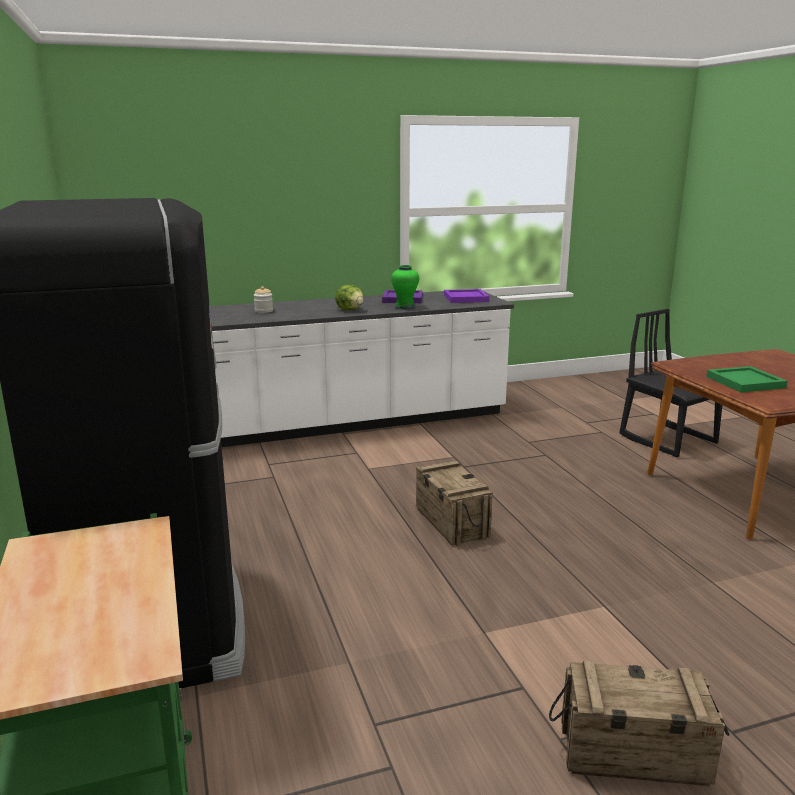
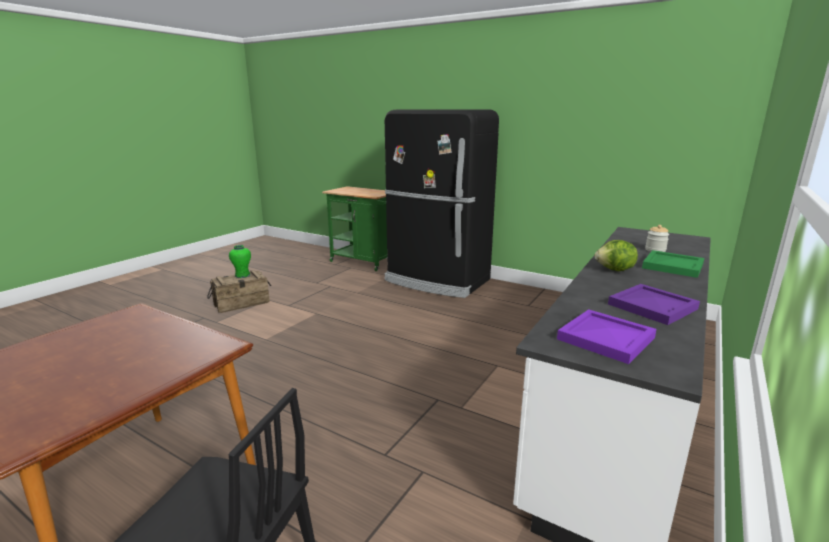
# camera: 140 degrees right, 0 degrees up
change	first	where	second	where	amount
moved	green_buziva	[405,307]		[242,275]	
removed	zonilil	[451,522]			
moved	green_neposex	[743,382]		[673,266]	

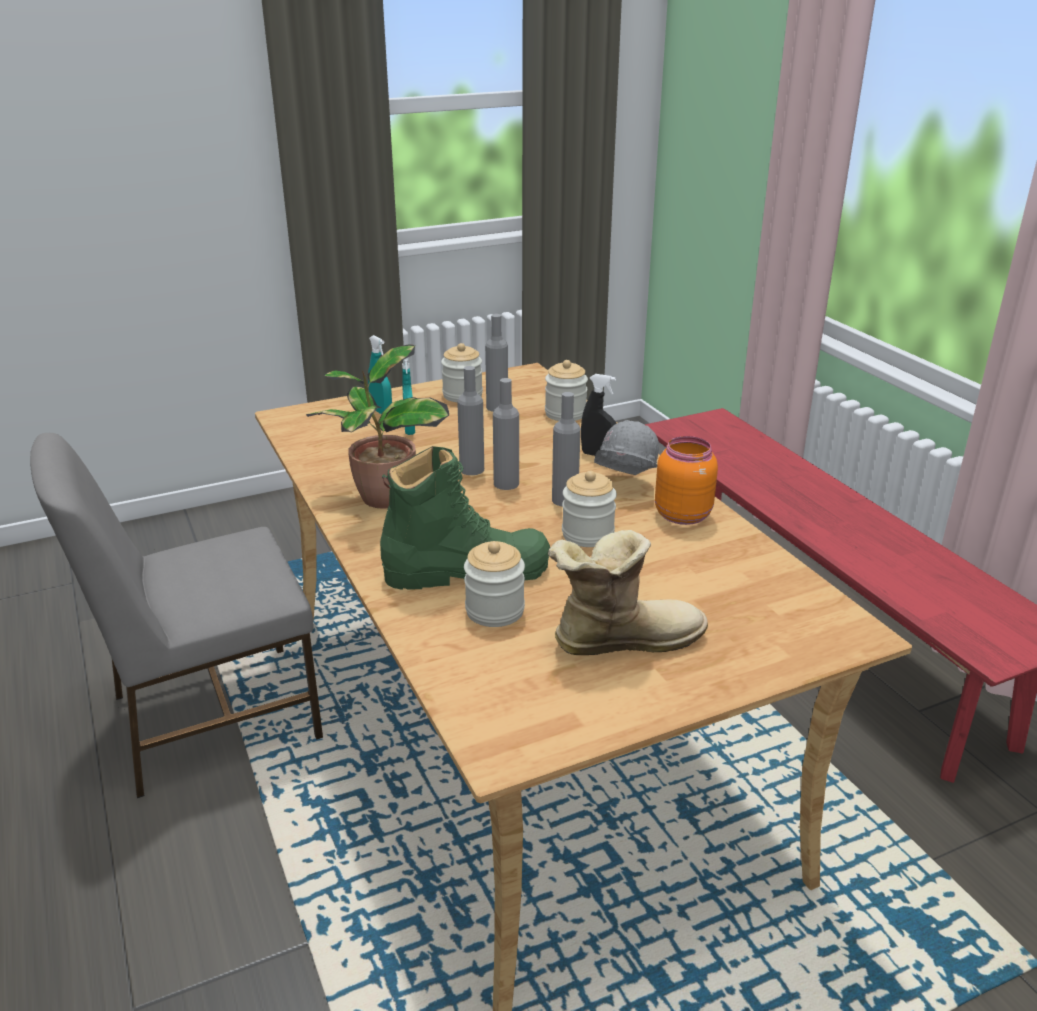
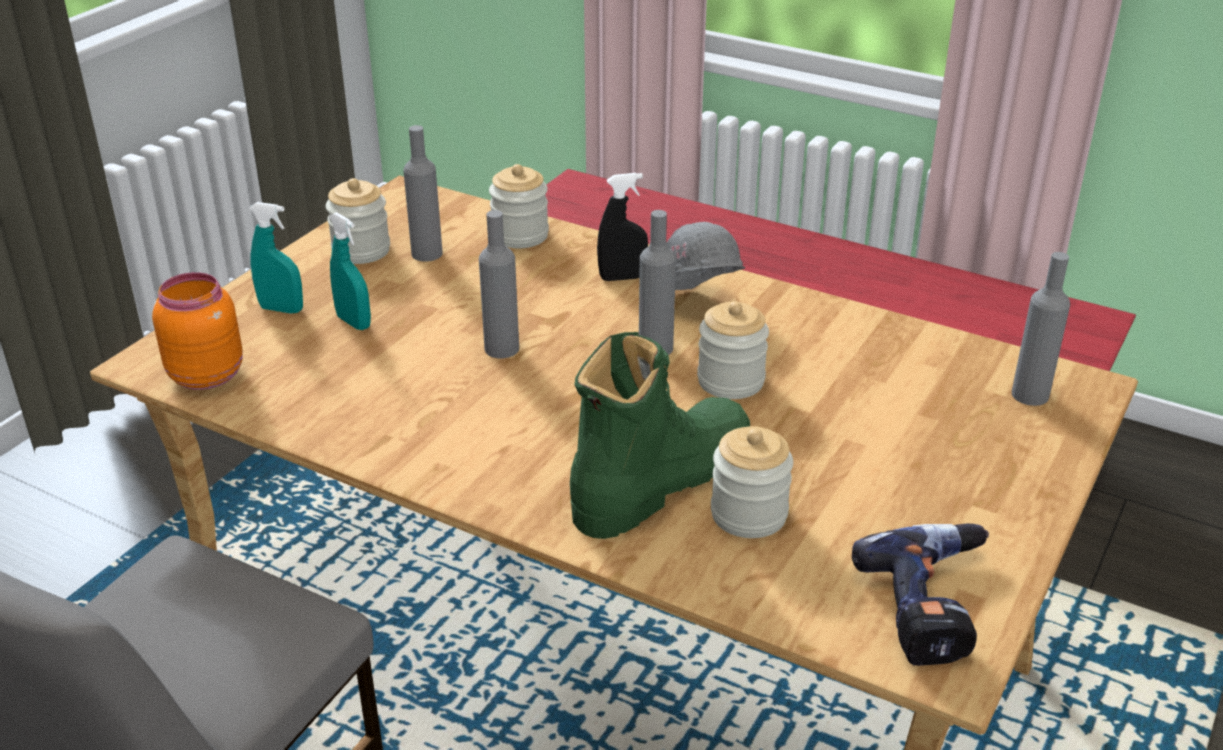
# camera: 35 degrees left, 5 degrees up
change	first	where	second	where	amount
removed	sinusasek	[382,498]			
moved	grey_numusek	[506,483]		[1030,395]	
removed	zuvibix	[622,639]			
moved	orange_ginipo	[682,514]		[206,374]	
added			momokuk	[936,606]	

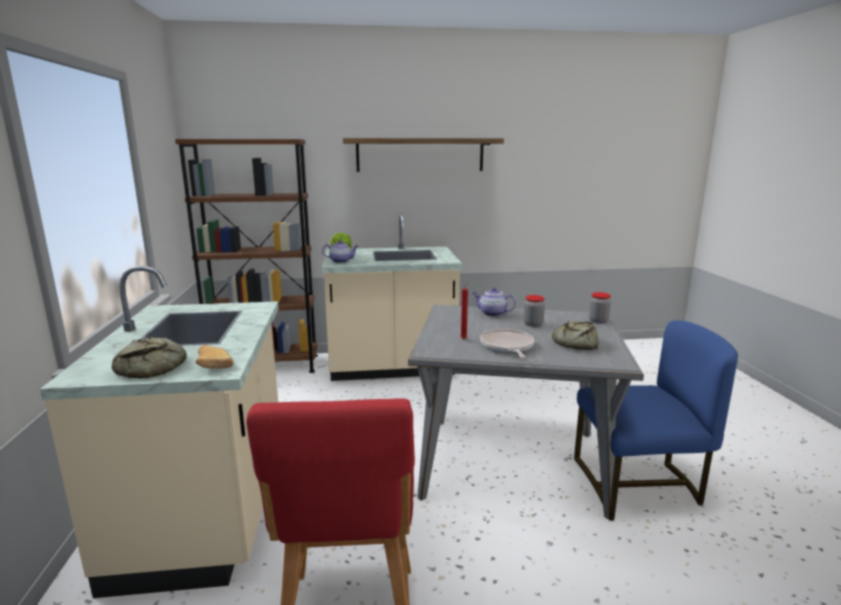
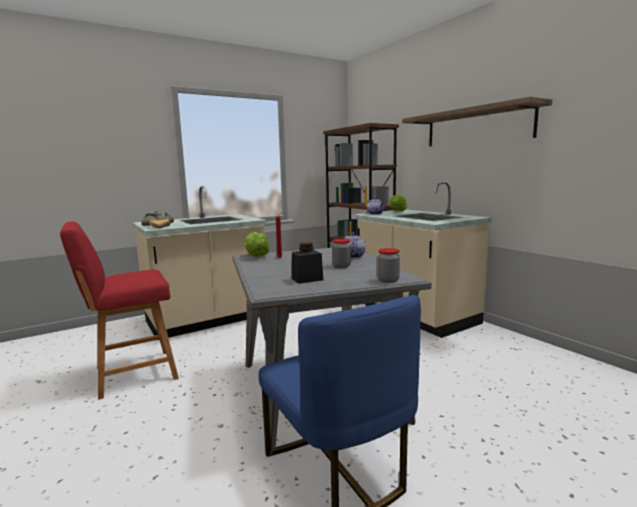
# camera: 65 degrees right, 5 degrees down
change	first	where	second	where	amount
removed	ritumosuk	[507,347]			
replaced	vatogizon	[575,343]	black_ginipo	[307,279]	
added			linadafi	[256,256]	

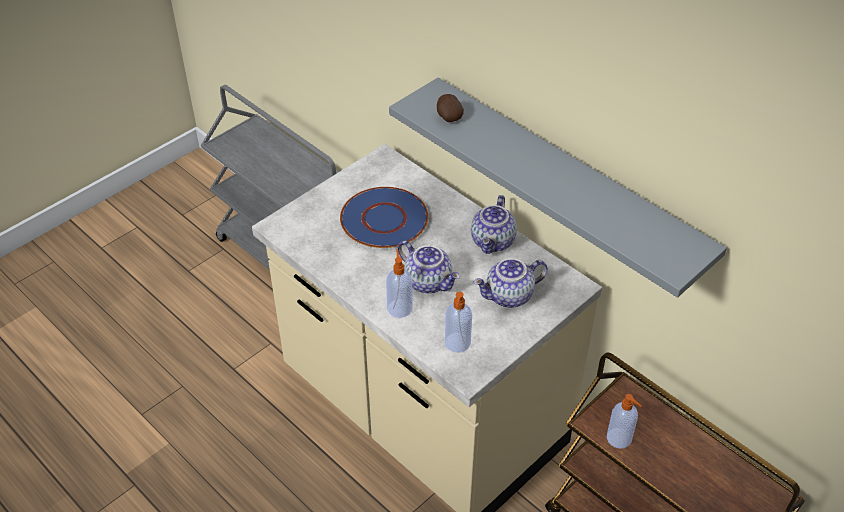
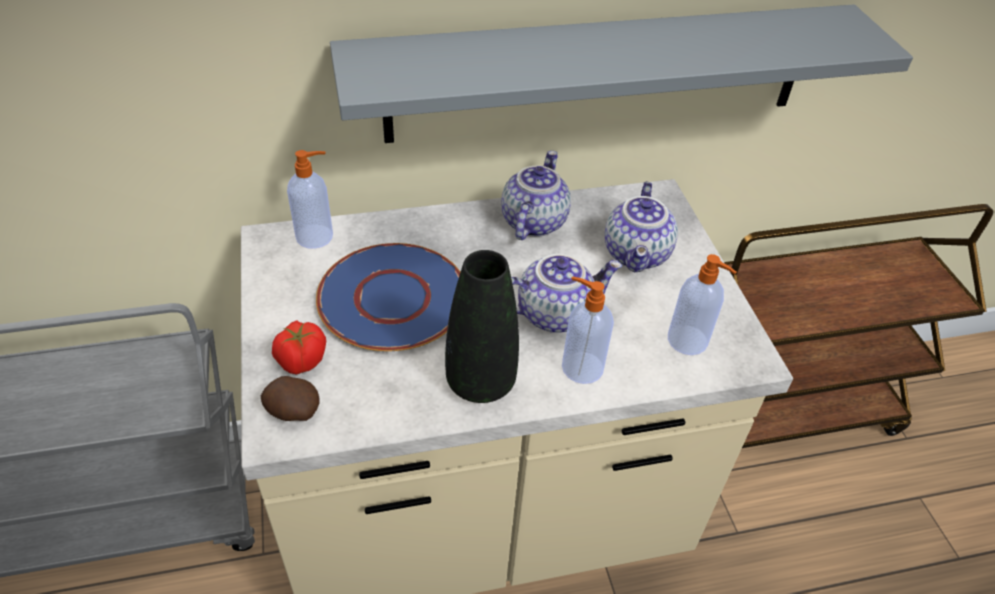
# camera: 60 degrees left, 0 degrees up
change	first	where	second	where	amount
moved	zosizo	[448,117]		[292,411]	
turned	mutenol	[493,242]		[532,221]	120 degrees counterclockwise
moved	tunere	[619,439]		[316,236]	
added			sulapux	[301,361]	
added			black_buziva	[480,382]	

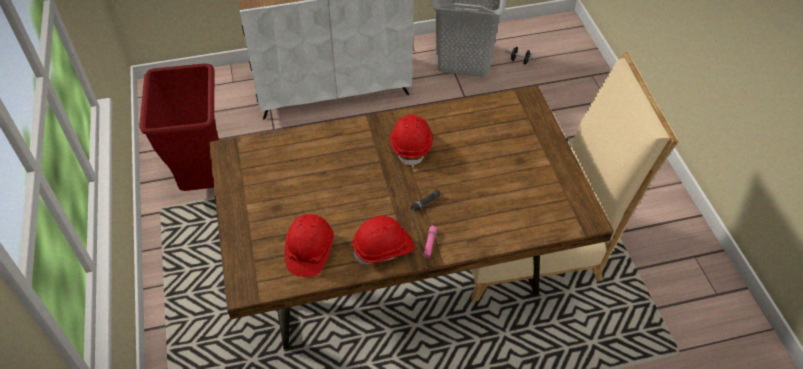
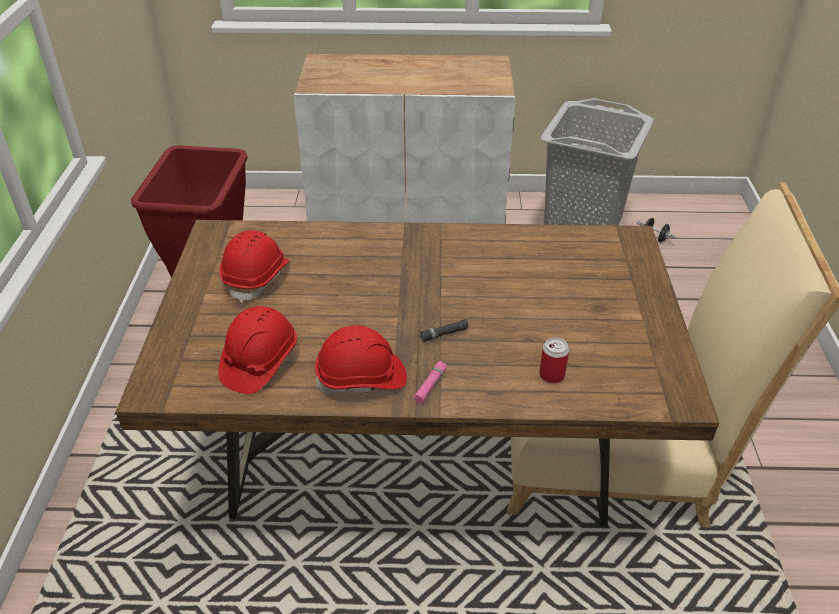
# camera: 15 degrees right, 10 degrees down
change	first	where	second	where	amount
moved	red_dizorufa	[411,145]		[257,277]	
added			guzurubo	[551,375]	

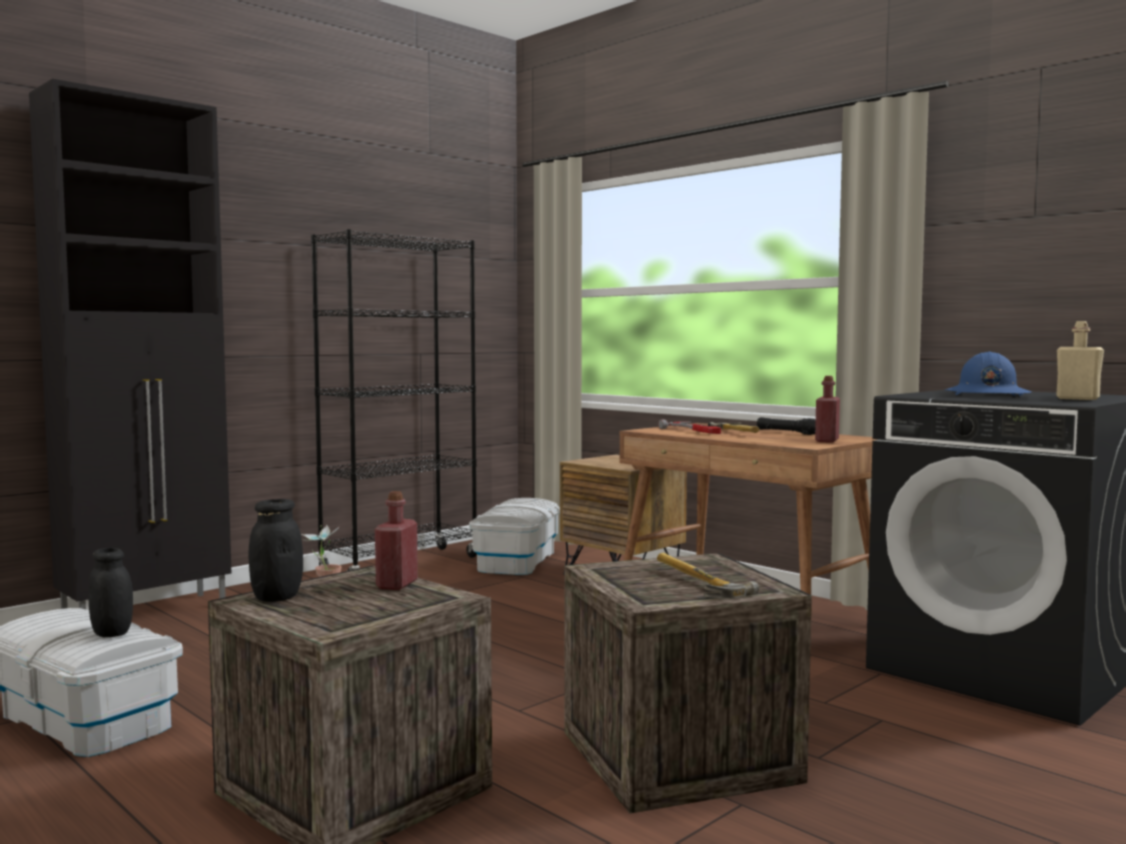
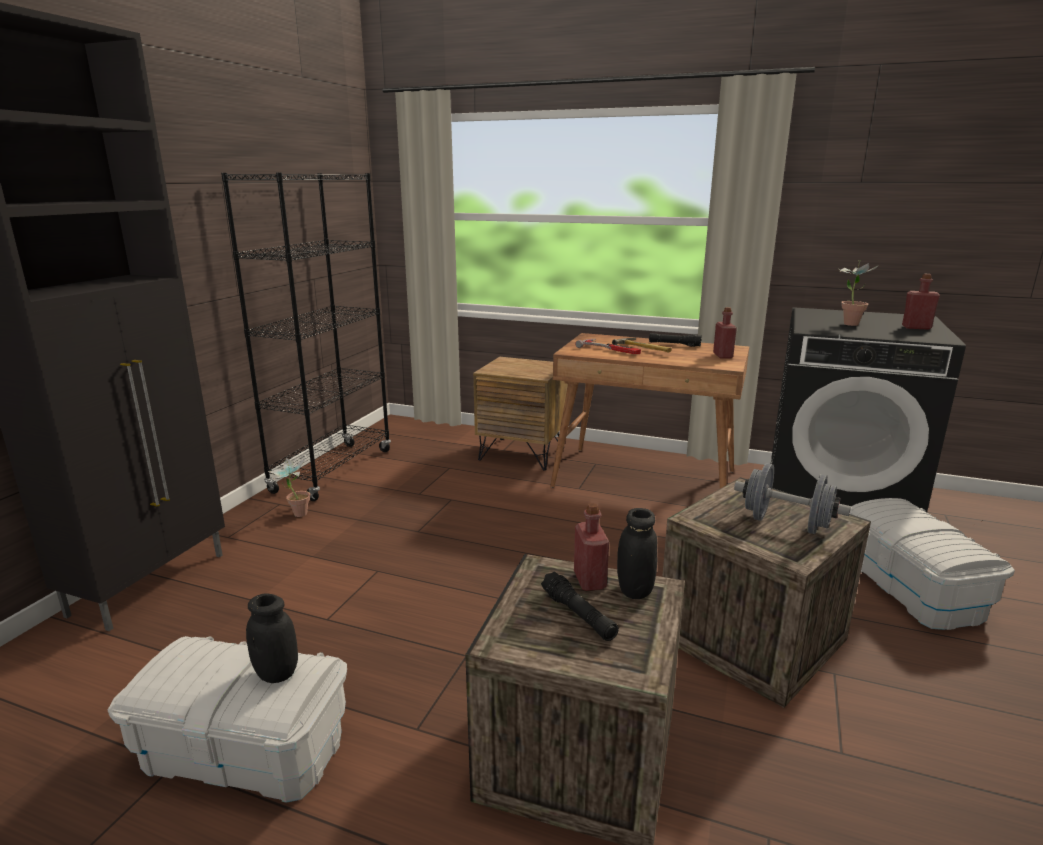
# camera: 25 degrees left, 15 degrees up
change	first	where	second	where	amount
moved	black_ginipo	[276,597]		[635,590]	
moved	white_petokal	[517,561]		[911,587]	
replaced	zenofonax	[694,583]	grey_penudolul	[786,523]	
replaced	blue_dizorufa	[986,395]	sinusasek	[849,323]	
recoloured	beige_numusek	[1077,399]	red_numusek	[916,327]	
added			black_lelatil	[578,615]	

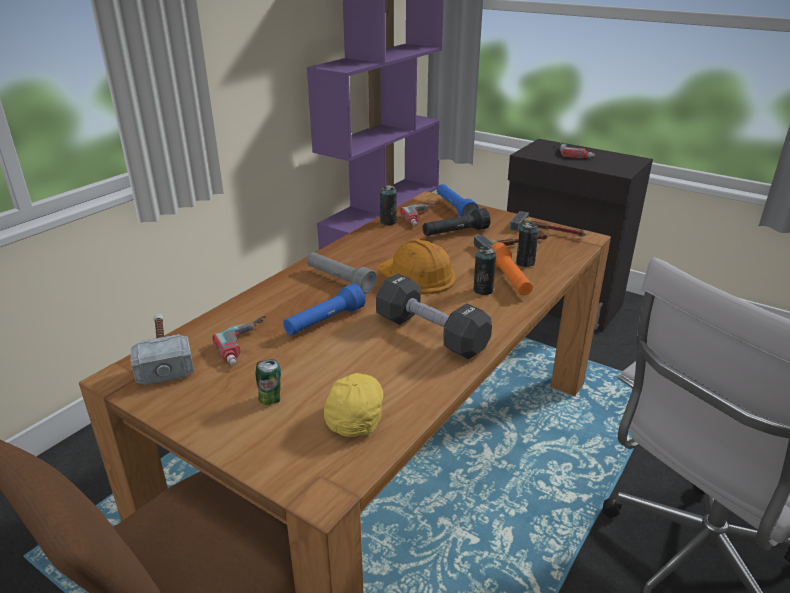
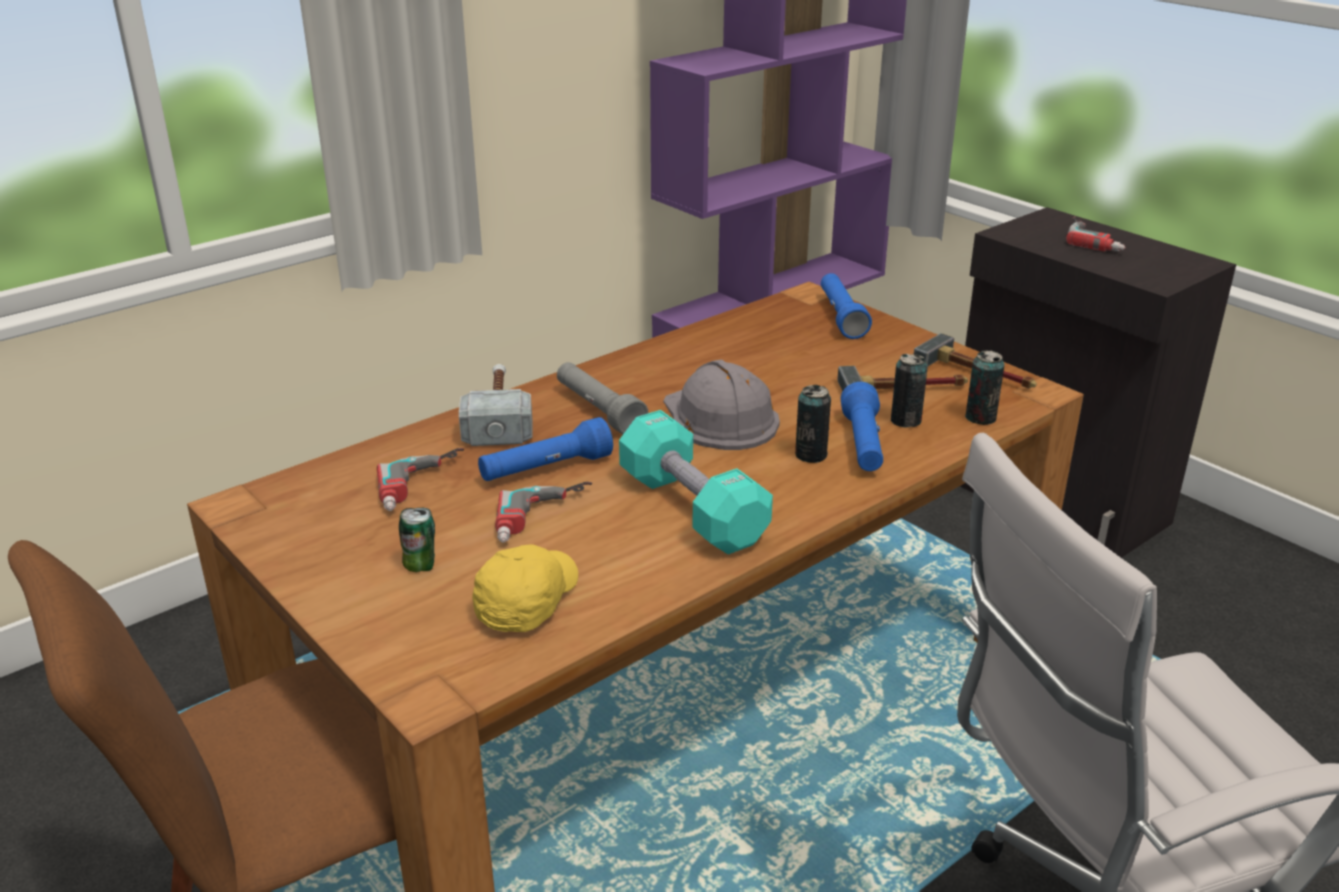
# camera: 15 degrees right, 0 degrees up
change	first	where	second	where	amount
moved	zenofonax	[163,355]		[498,416]	
recoloured	black_penudolul	[430,333]	turquoise_penudolul	[692,509]	
recoloured	orange_dizorufa	[416,275]	grey_dizorufa	[719,418]	
moved	guzurubo	[388,222]		[980,418]	
moved	momokuk	[424,217]		[545,519]	
removed	black_lelatil	[455,233]			
recoloured	orange_lelatil	[509,280]	blue_lelatil	[863,444]	

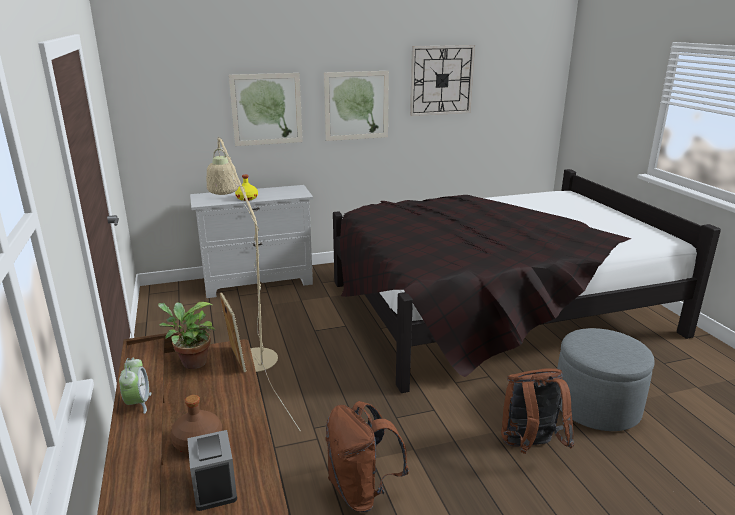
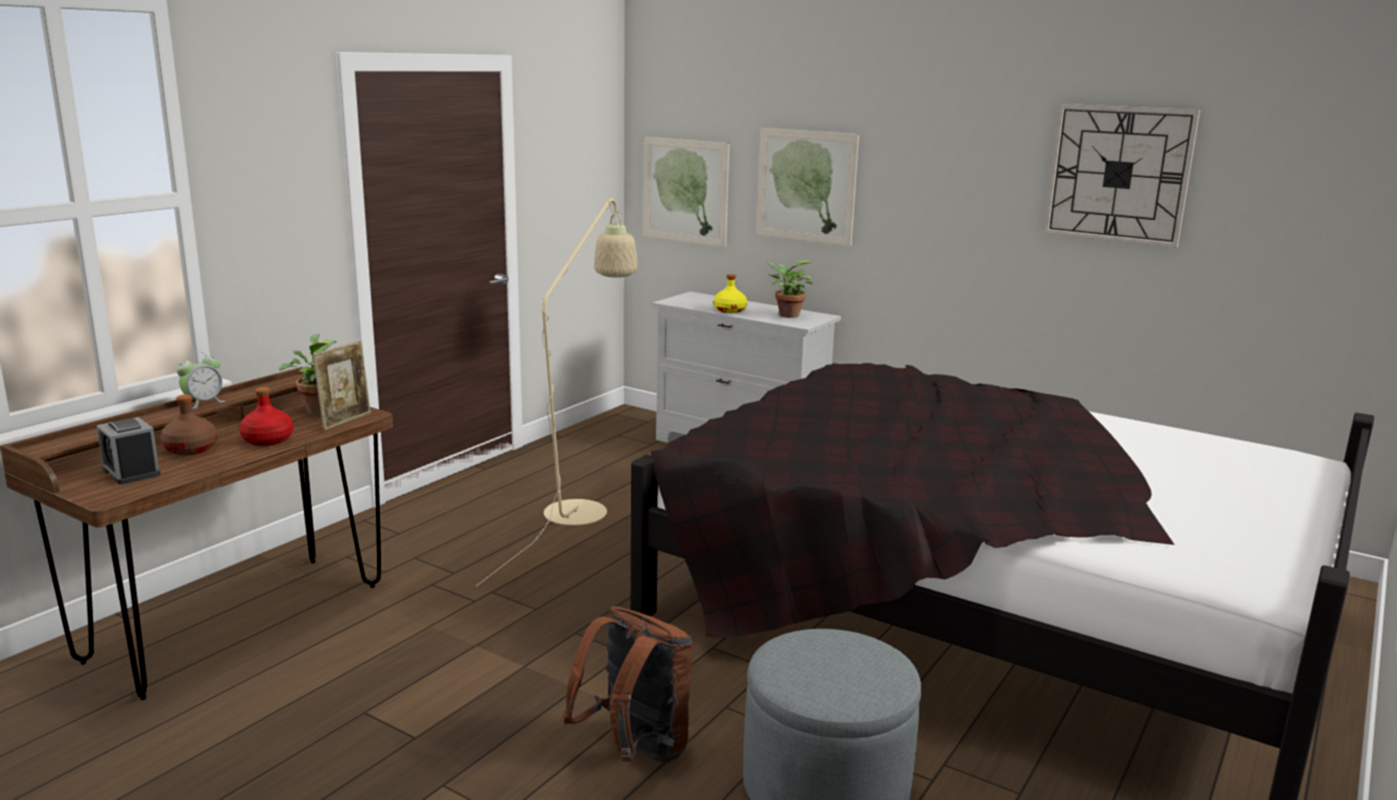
# camera: 50 degrees right, 5 degrees down
change	first	where	second	where	amount
turned	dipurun	[214,486]		[131,472]	105 degrees clockwise
moved	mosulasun	[356,105]		[685,191]	
removed	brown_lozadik	[362,491]			
added			red_numusek	[267,440]	
added			sinusasek	[786,315]	

